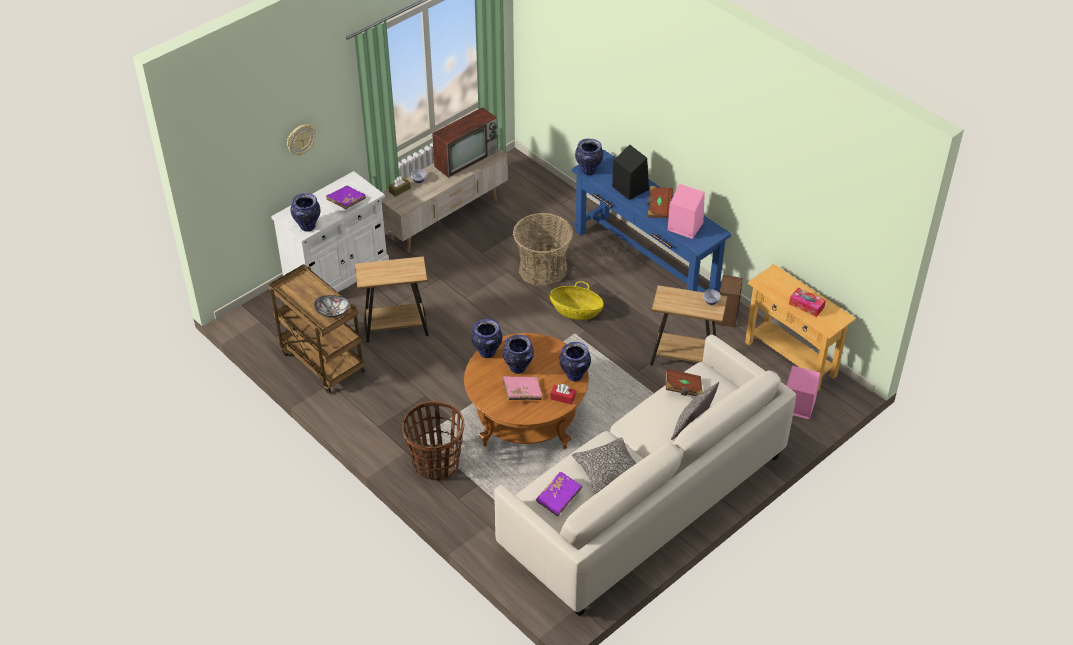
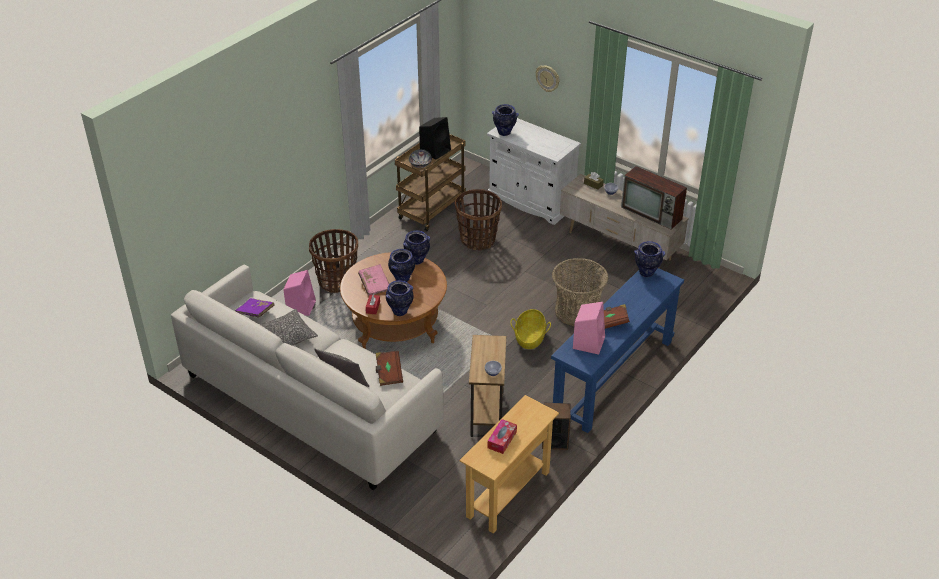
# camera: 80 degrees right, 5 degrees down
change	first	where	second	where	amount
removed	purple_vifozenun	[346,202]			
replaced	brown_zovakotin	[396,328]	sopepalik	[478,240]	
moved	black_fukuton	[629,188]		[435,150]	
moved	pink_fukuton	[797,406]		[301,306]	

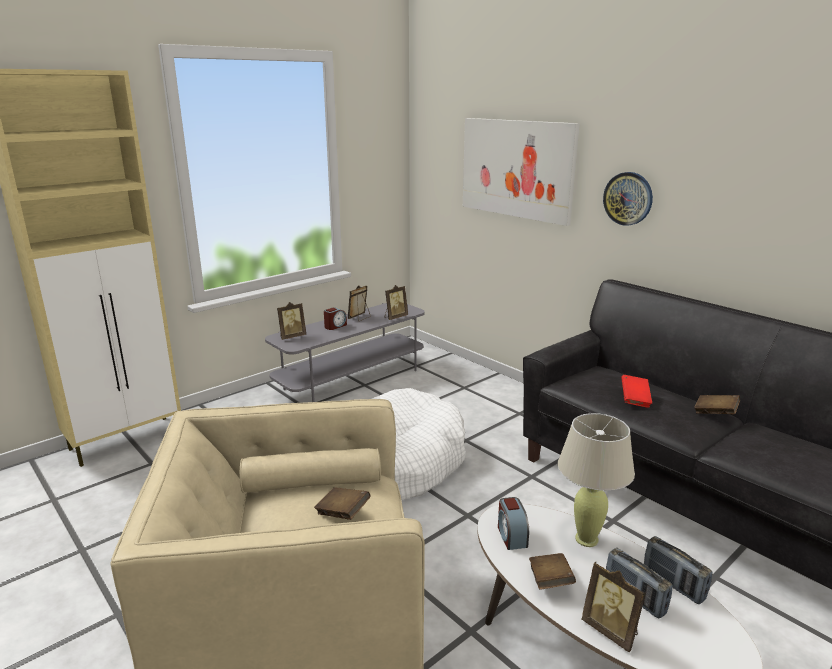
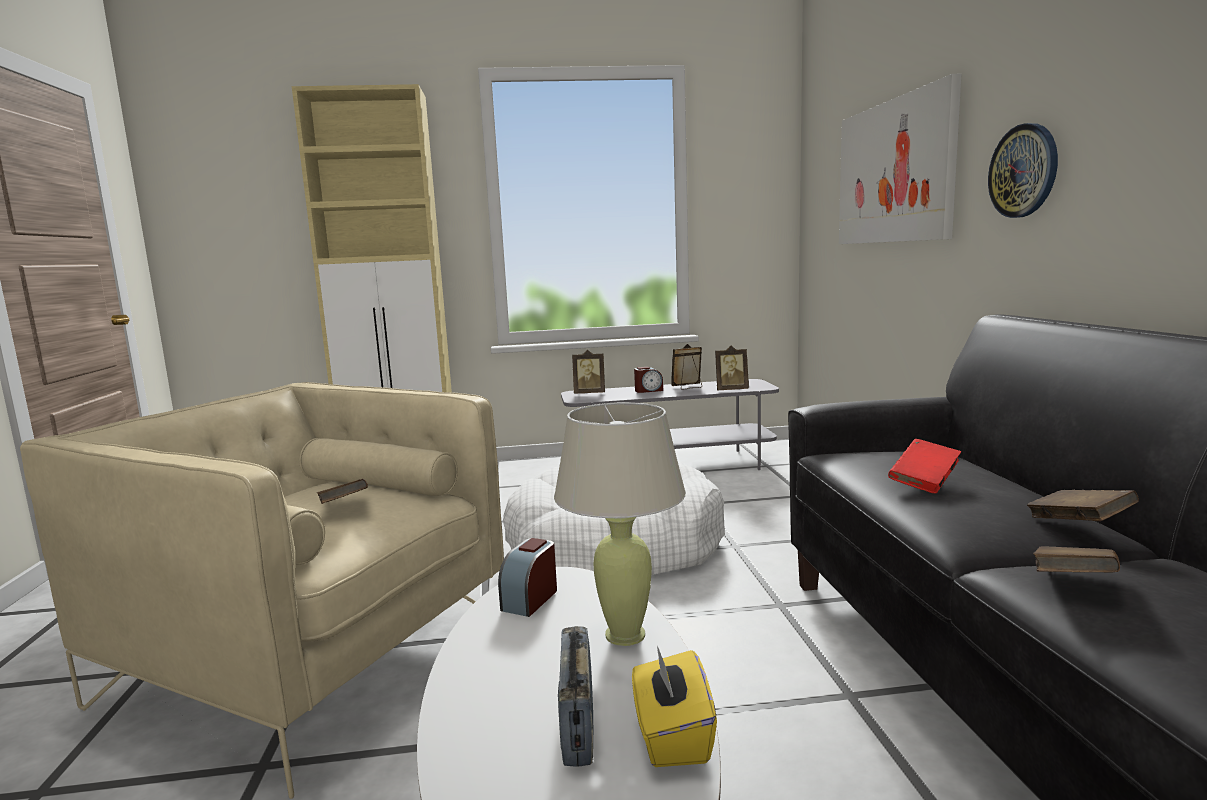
# camera: 35 degrees right, 10 degrees down
change	first	where	second	where	amount
moved	brown_vifozenun	[550,581]		[1073,584]	
removed	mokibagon	[611,630]			
replaced	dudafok	[673,584]	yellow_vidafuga	[672,736]	

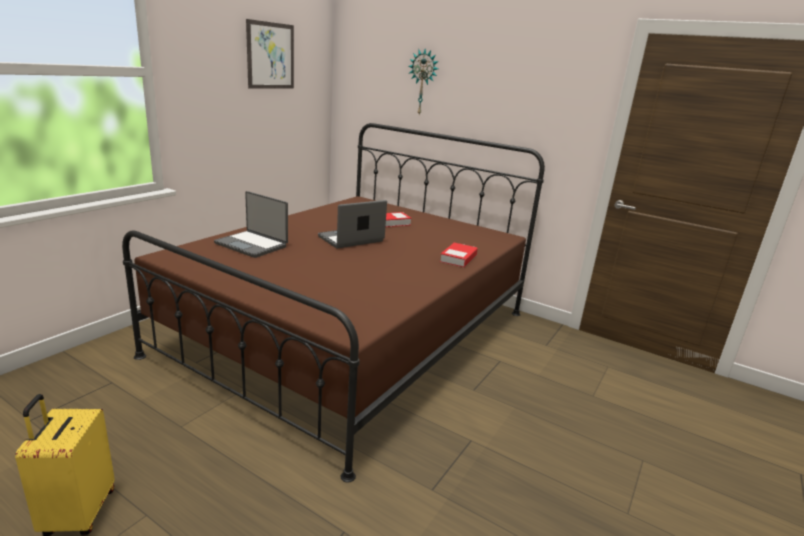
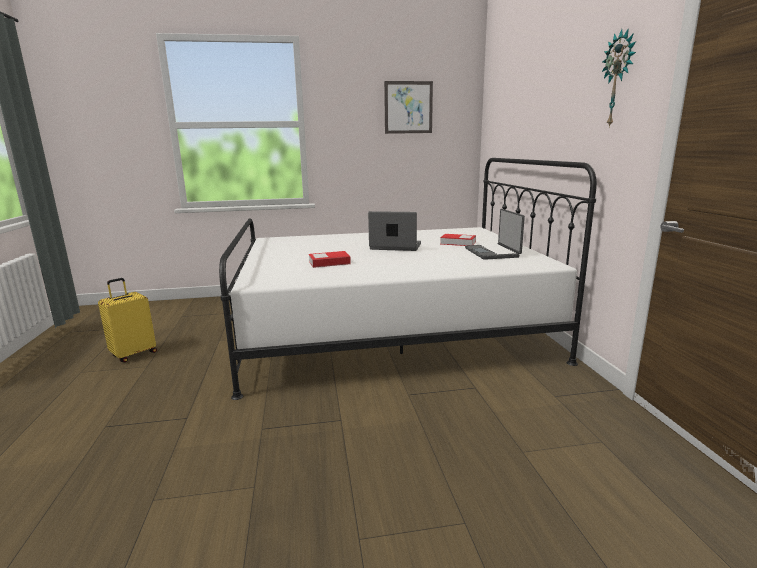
# camera: 50 degrees right, 5 degrees down
change	first	where	second	where	amount
recoloured	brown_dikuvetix	[352,332]	white_dikuvetix	[390,330]	
moved	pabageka	[252,245]		[493,252]	
moved	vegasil	[423,82]		[618,79]	
moved	vifozenun	[458,258]		[329,263]	

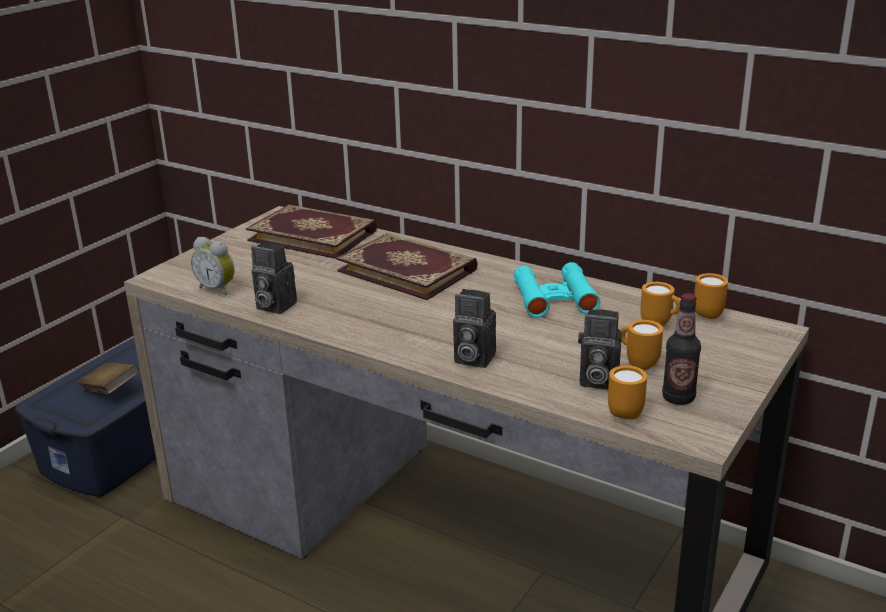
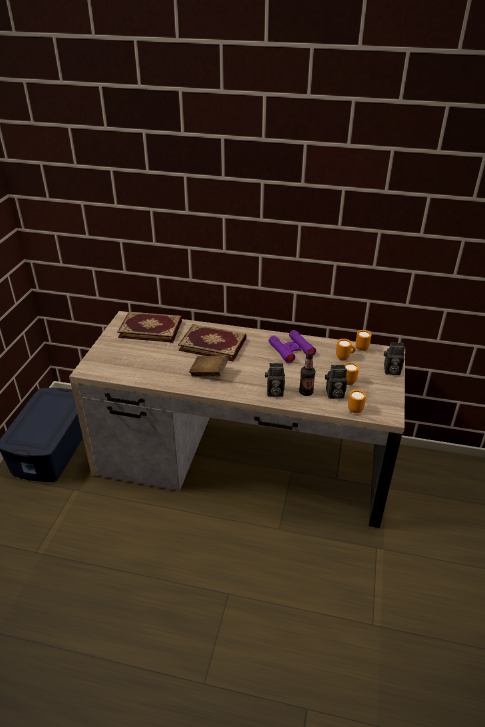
# camera: 20 degrees left, 10 degrees up
change	first	where	second	where	amount
moved	brown_vifozenun	[111,390]		[209,373]	
removed	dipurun	[218,289]			
moved	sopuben	[273,306]		[391,371]	
recoloured	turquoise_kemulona	[554,298]	purple_kemulona	[291,350]	
moved	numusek	[678,398]		[306,392]	

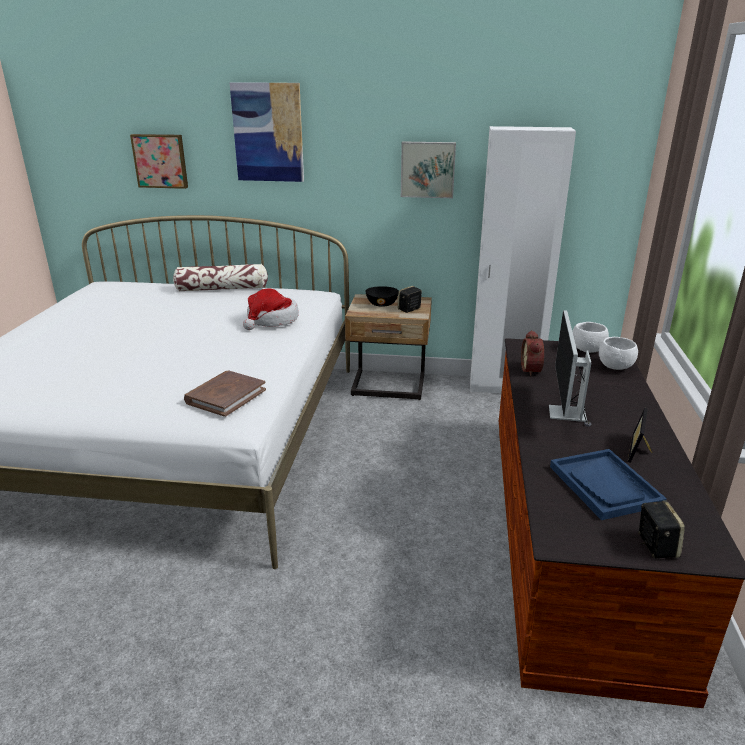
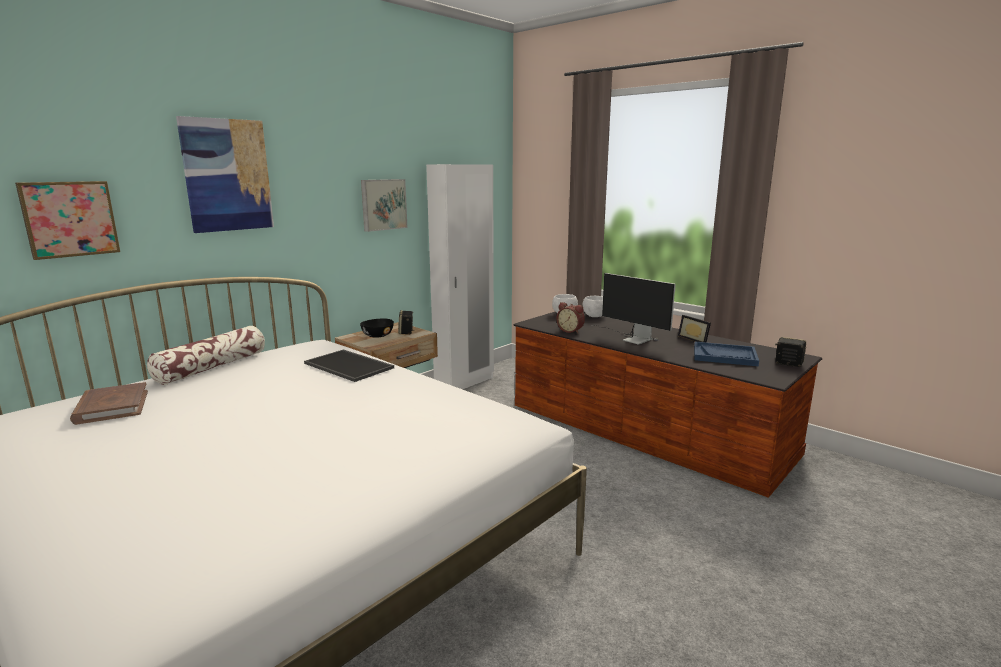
# camera: 55 degrees left, 10 degrees down
change	first	where	second	where	amount
moved	brown_vifozenun	[226,396]		[112,407]	
replaced	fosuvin	[272,320]	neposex	[350,365]	

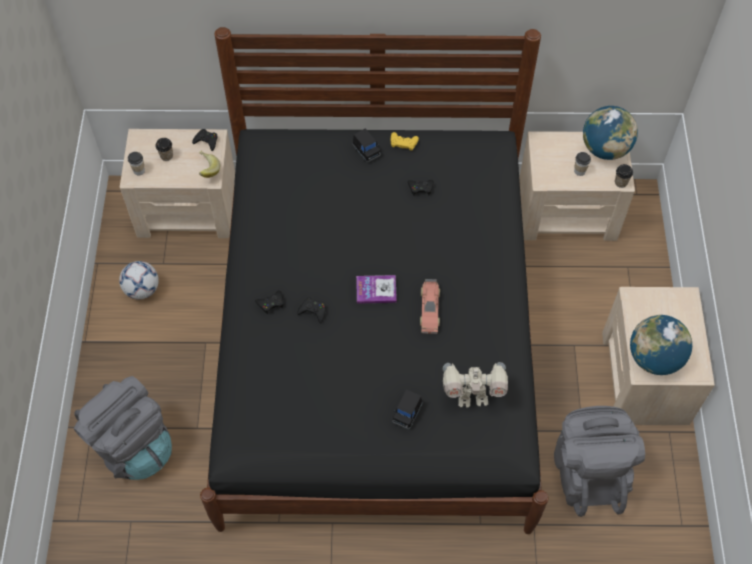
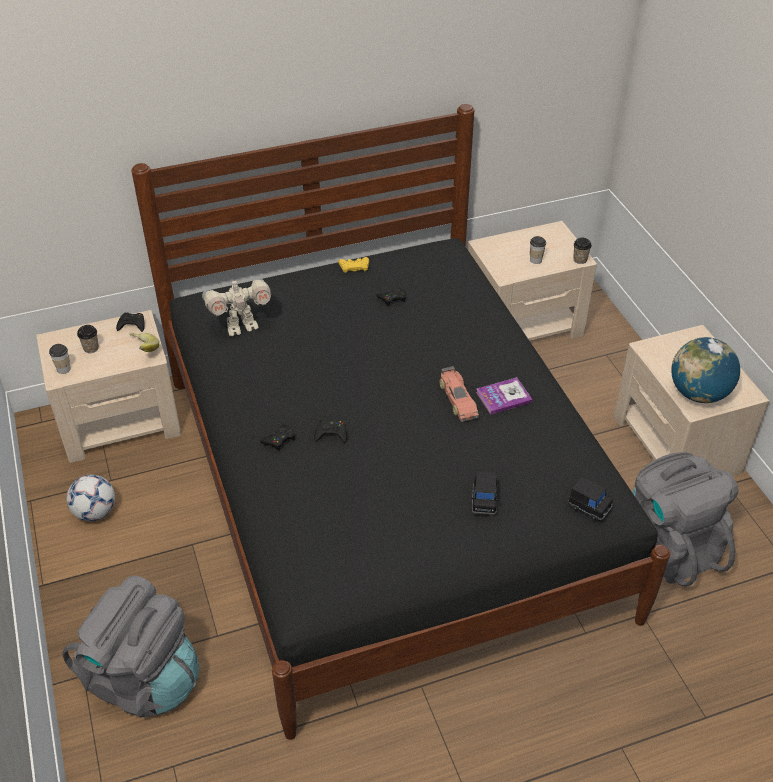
# camera: 20 degrees left, 15 degrees down
change	first	where	second	where	amount
moved	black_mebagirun	[366,151]		[589,507]	
moved	vifozenun	[376,290]		[503,397]	
moved	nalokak	[472,396]		[241,327]	
removed	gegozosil	[605,149]			

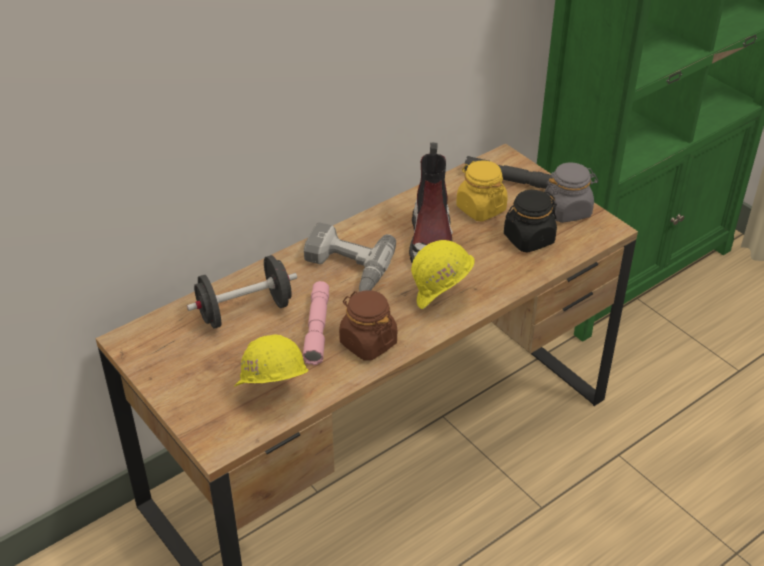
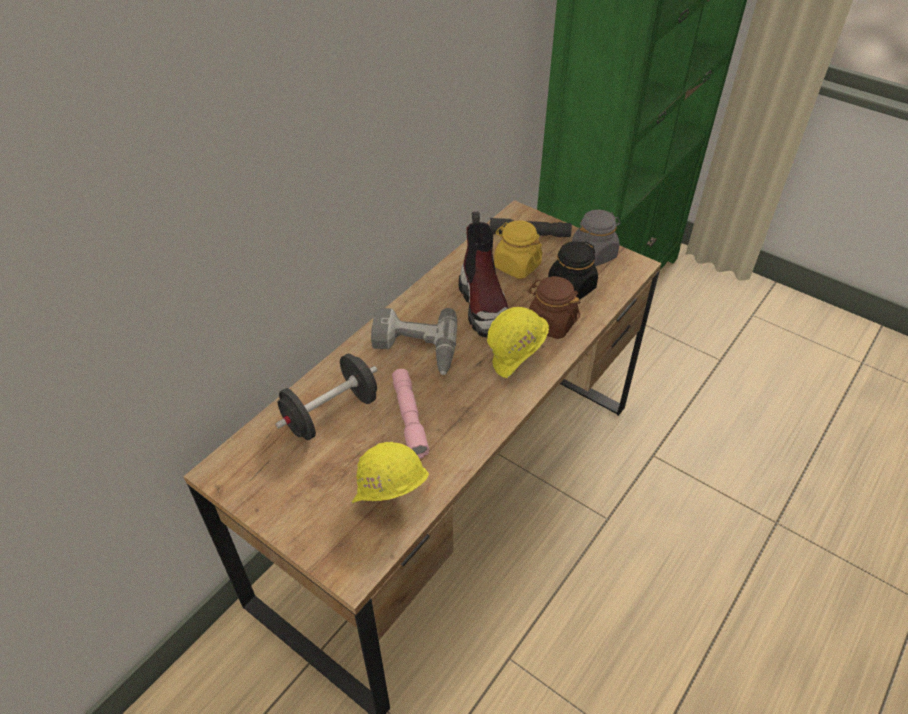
# camera: 15 degrees left, 5 degrees up
change	first	where	second	where	amount
moved	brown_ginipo	[368,343]		[551,323]	

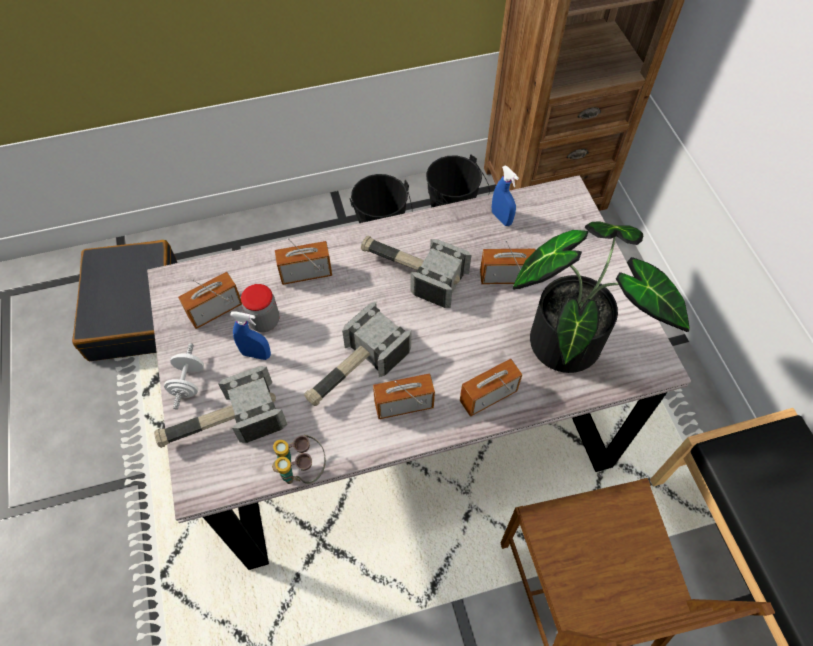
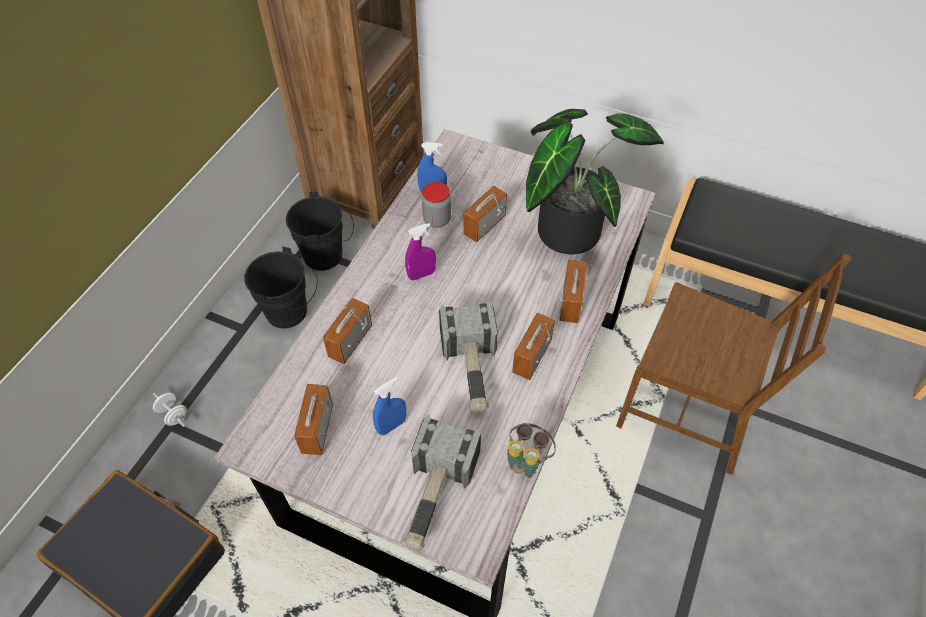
# camera: 50 degrees left, 5 degrees down
change	first	where	second	where	amount
moved	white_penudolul	[188,382]		[173,414]	
moved	ginipo	[264,321]		[437,220]	
replaced	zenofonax	[411,271]	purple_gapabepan	[421,274]	

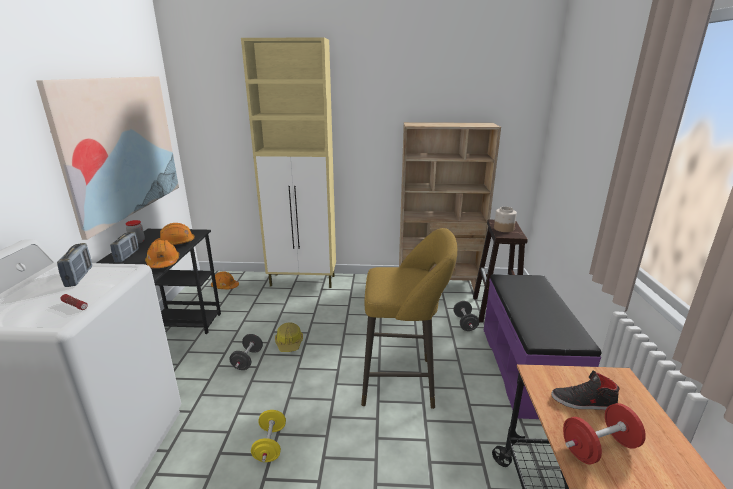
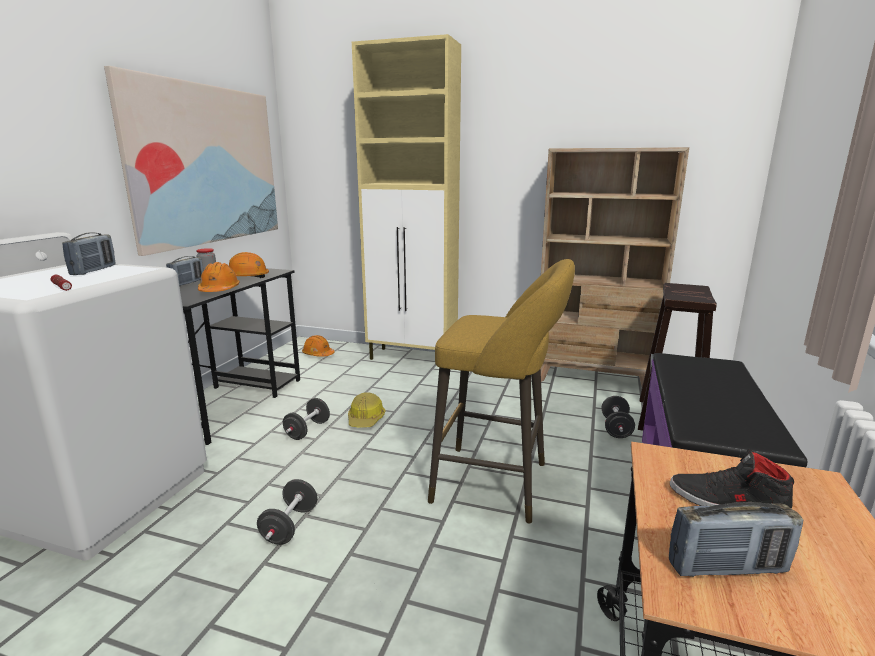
# camera: 15 degrees right, 5 degrees down
change	first	where	second	where	amount
recoloured	yellow_penudolul	[270,445]	black_penudolul	[290,526]	
removed	ginipo	[503,229]			
replaced	red_penudolul	[598,448]	dudafok	[727,568]	

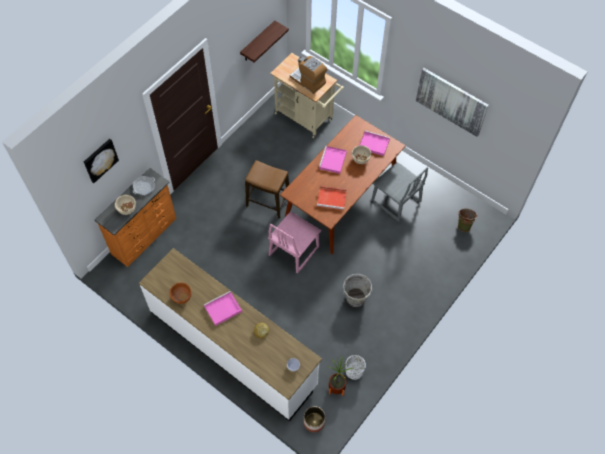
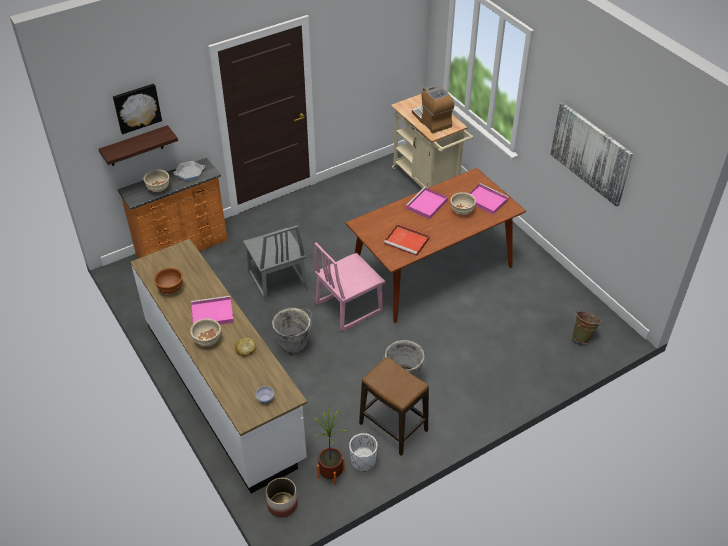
# camera: 20 degrees right, 15 degrees down
change	first	where	second	where	amount
moved	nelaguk	[257,42]		[135,146]	
moved	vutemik	[268,202]		[393,427]	
moved	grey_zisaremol	[395,201]		[276,280]	
added			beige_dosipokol	[208,341]	
added			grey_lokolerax	[294,345]	

